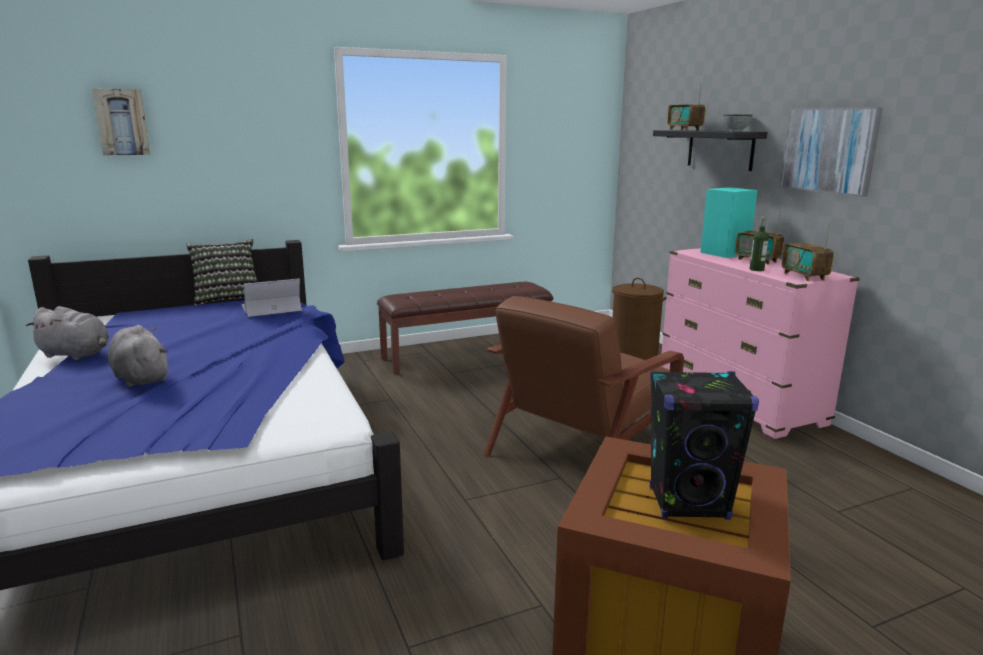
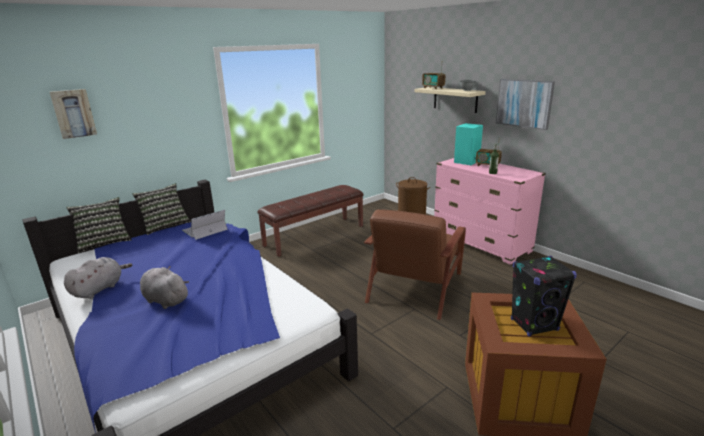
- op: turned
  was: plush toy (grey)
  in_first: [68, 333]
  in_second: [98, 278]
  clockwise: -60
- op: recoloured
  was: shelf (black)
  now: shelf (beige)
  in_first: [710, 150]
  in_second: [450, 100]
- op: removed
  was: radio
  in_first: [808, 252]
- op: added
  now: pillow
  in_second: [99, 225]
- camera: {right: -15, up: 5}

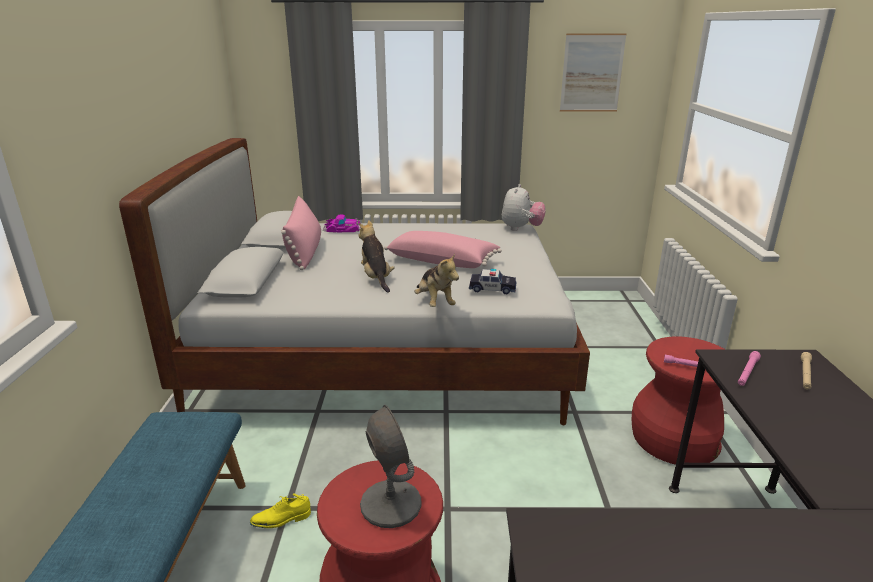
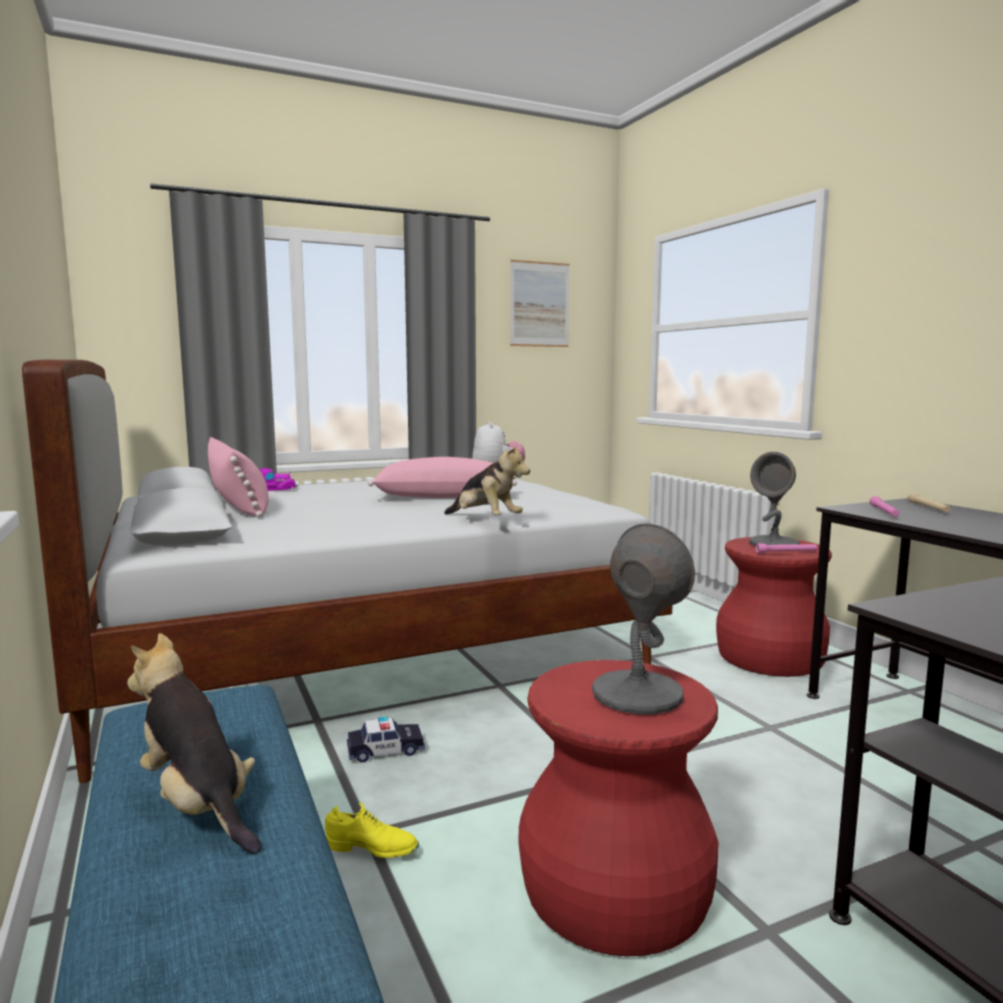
- op: turned
  was: shoe (yellow)
  in_first: [280, 510]
  in_second: [372, 830]
  clockwise: -120
- op: moved
  was: plush toy
  in_first: [376, 256]
  in_second: [194, 743]
- op: moved
  was: toy car
  in_first: [492, 281]
  in_second: [386, 740]
- op: added
  now: table lamp (grey)
  in_second: [774, 499]
- camera: {right: -25, up: -15}

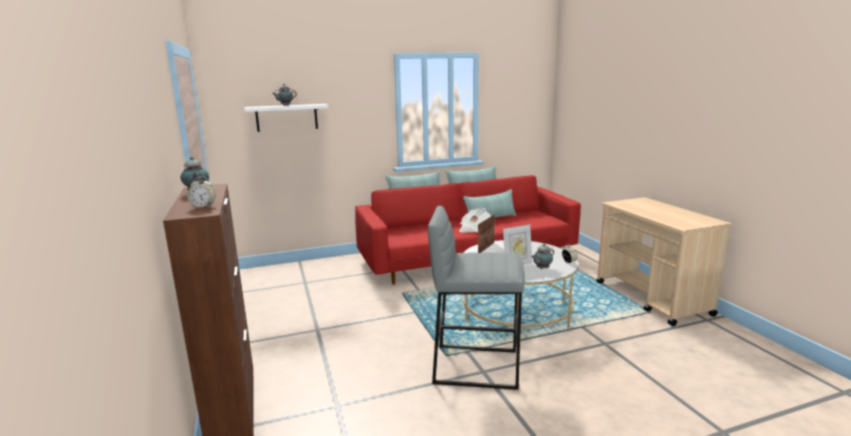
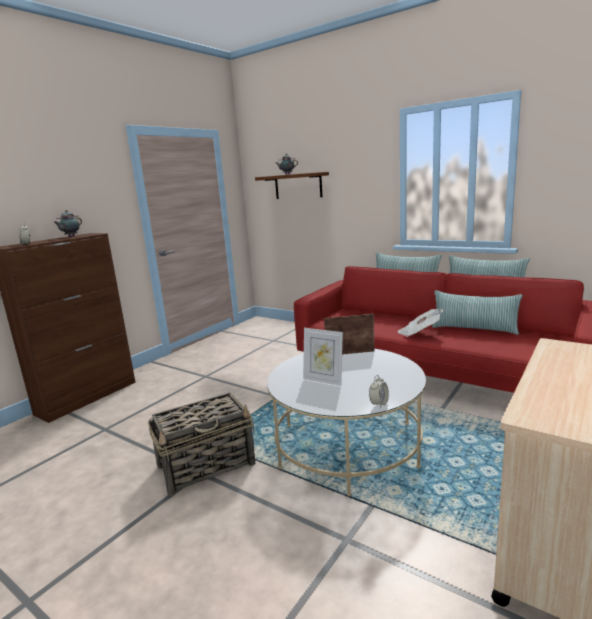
- op: recoloured
  was: shelf (white)
  now: shelf (brown)
  in_first: [286, 118]
  in_second: [292, 185]
- op: replaced
  was: stool (grey)
  now: basket
  in_first: [476, 298]
  in_second: [201, 444]
- op: removed
  was: teapot
  in_first: [542, 256]
- camera: {right: 55, up: 0}

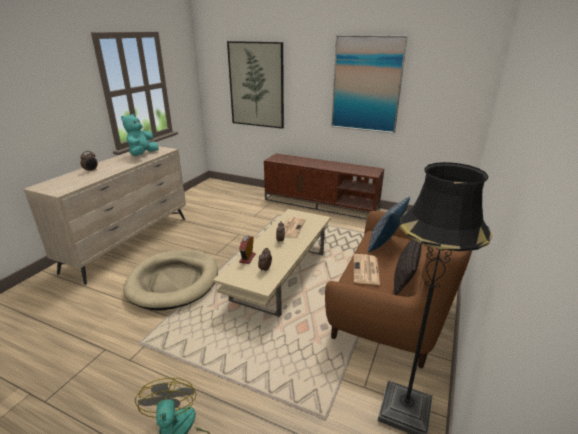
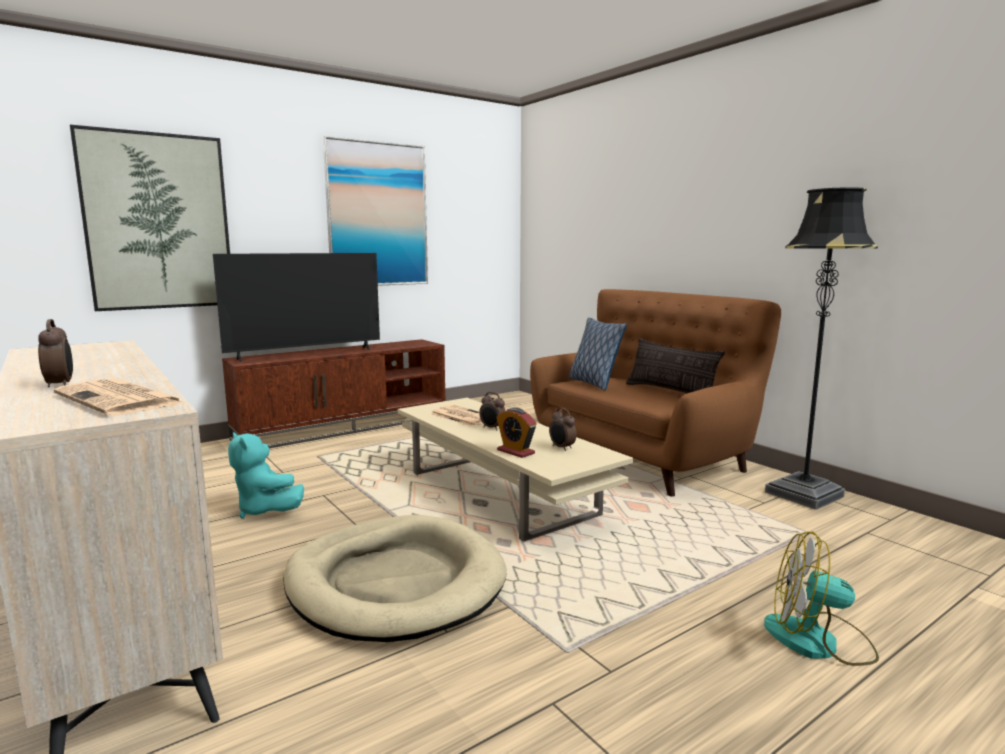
- op: moved
  was: plush toy (turquoise)
  in_first: [140, 135]
  in_second: [266, 475]
- op: moved
  was: newspaper
  in_first: [367, 269]
  in_second: [119, 397]
- op: added
  now: television
  in_second: [296, 307]
- camera: {right: -60, up: -15}

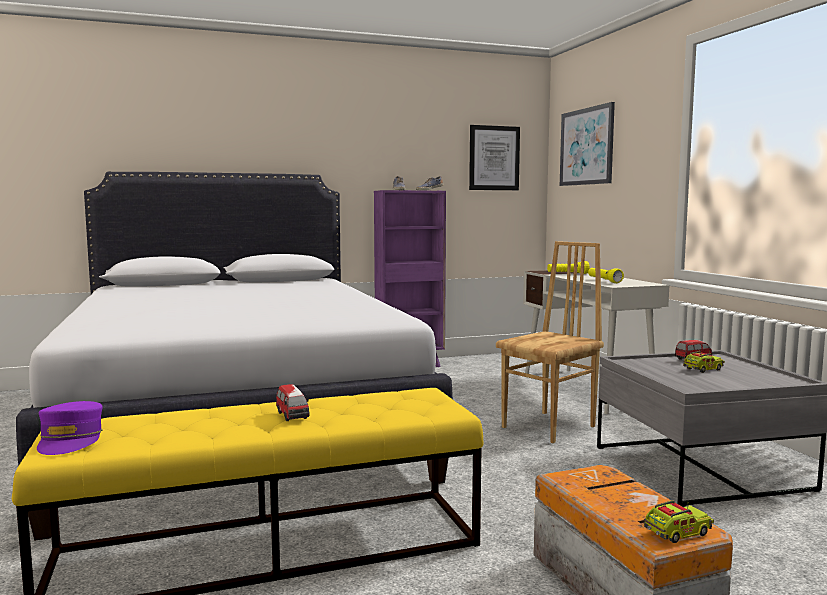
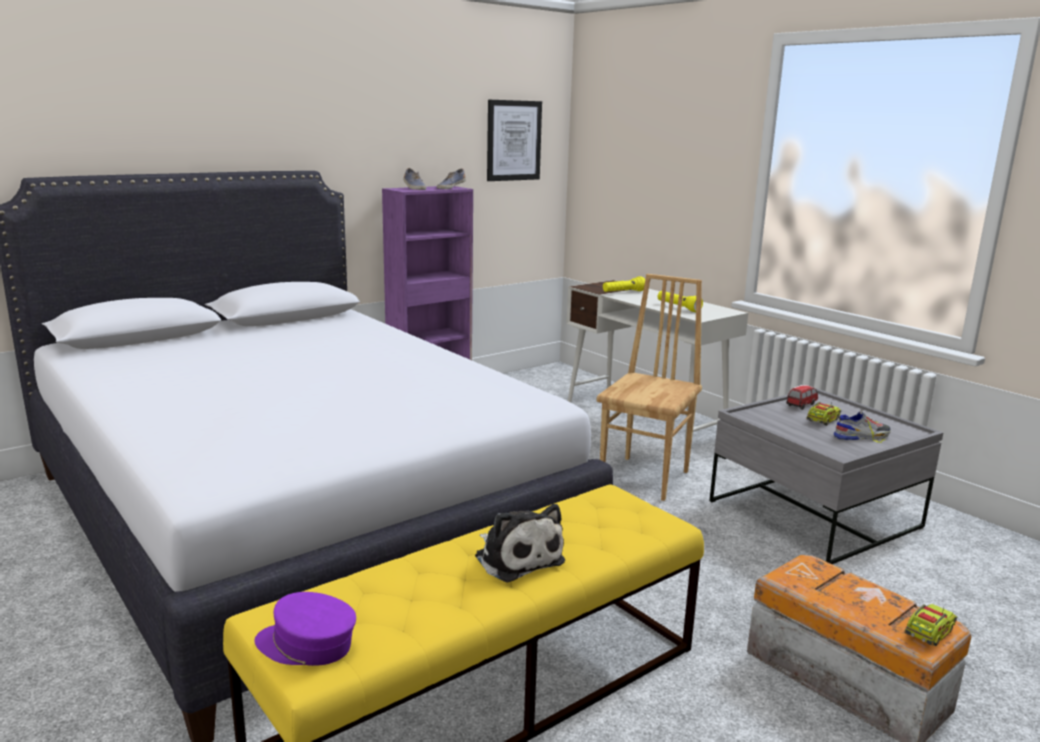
- op: turned
  was: cap (purple)
  in_first: [70, 428]
  in_second: [305, 629]
  clockwise: 135
- op: replaced
  was: toy car
  now: plush toy
  in_first: [293, 402]
  in_second: [520, 543]
- op: removed
  was: picture
  in_first: [587, 144]
- op: added
  now: shoe
  in_second: [862, 427]
- camera: {right: -20, up: 10}

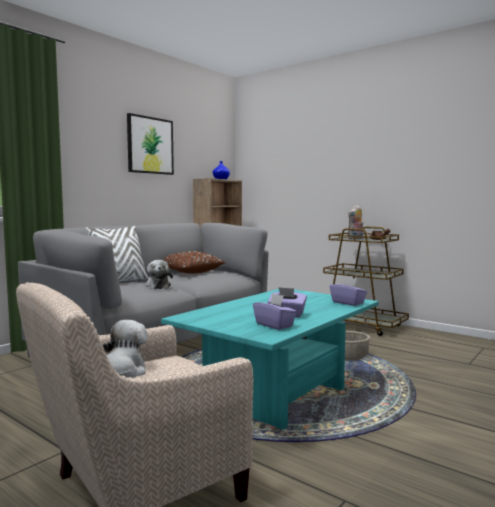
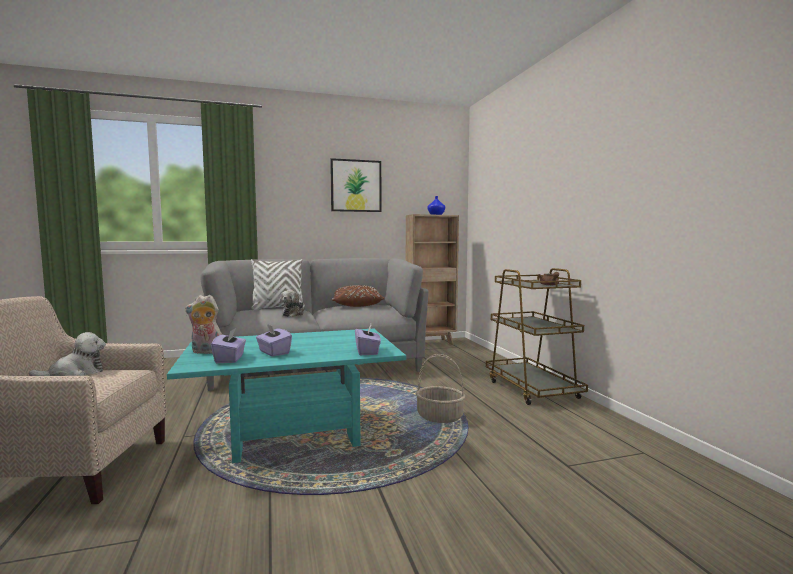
- op: moved
  was: plush toy
  in_first: [355, 222]
  in_second: [203, 324]
- camera: {right: 35, up: 0}

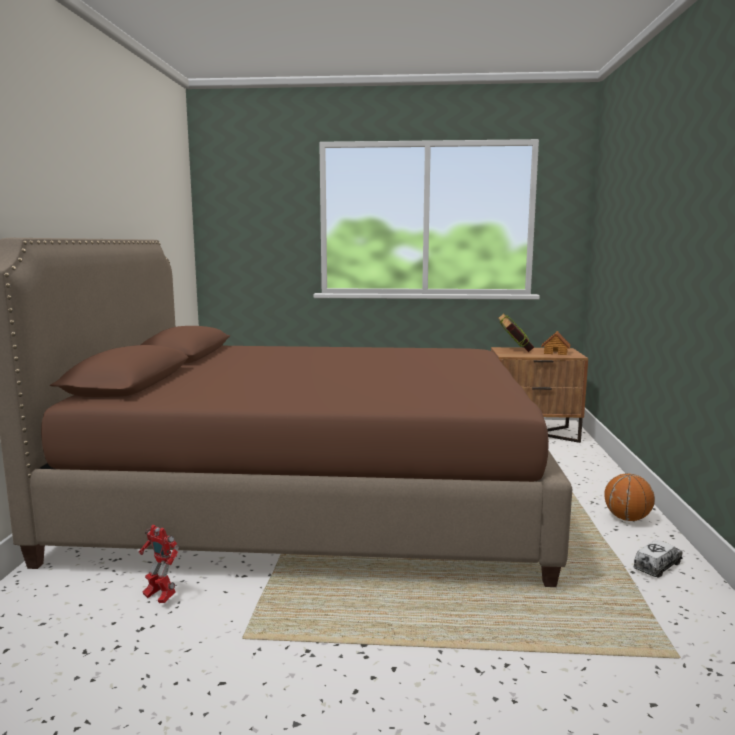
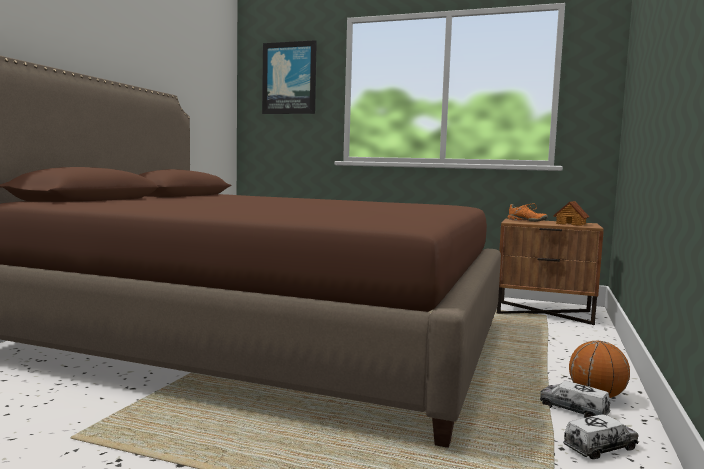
- op: removed
  was: toy robot
  in_first: [159, 564]
- op: replaced
  was: book
  now: shoe (orange)
  in_first: [516, 332]
  in_second: [527, 213]
- op: added
  now: picture
  in_second: [289, 77]
- op: added
  now: toy truck
  in_second: [575, 399]
- camera: {right: 15, up: -5}

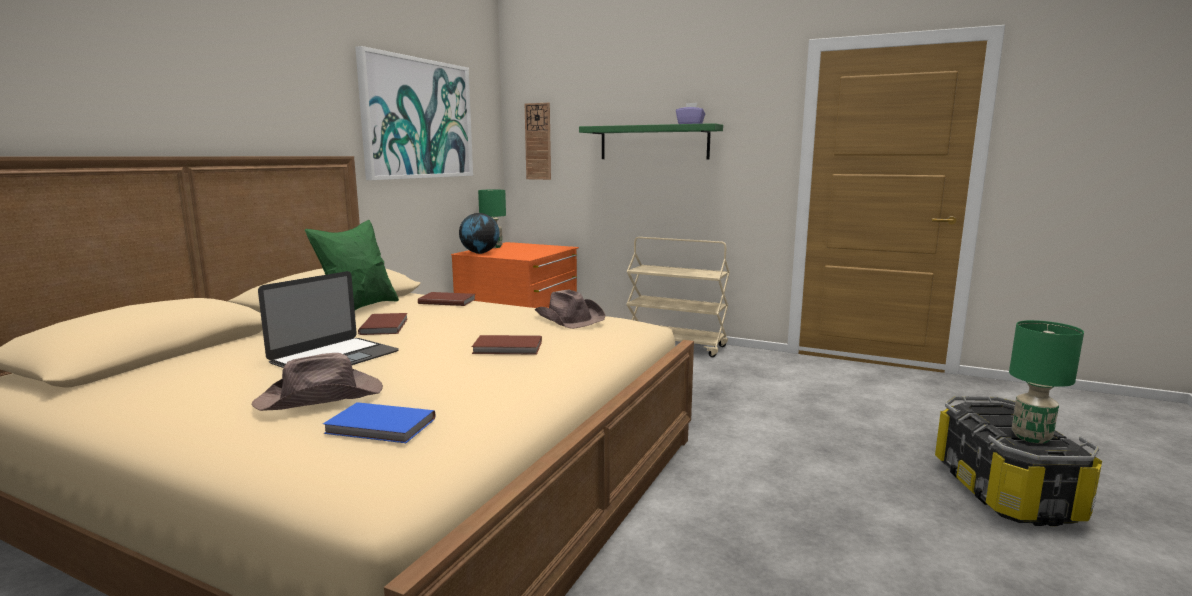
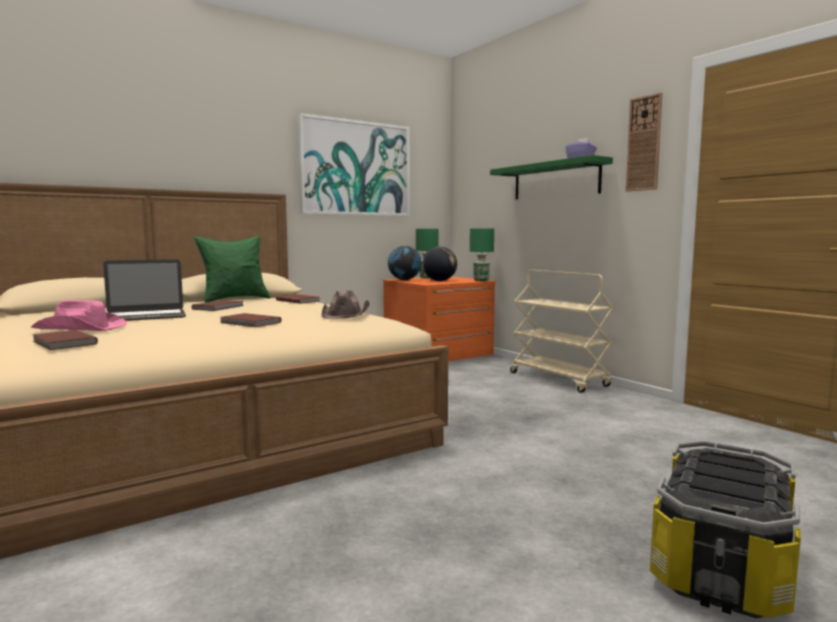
- op: recoloured
  was: hat (brown)
  now: hat (pink)
  in_first: [317, 382]
  in_second: [79, 315]
- op: recoloured
  was: book (blue)
  now: book (brown)
  in_first: [379, 422]
  in_second: [65, 340]
- op: moved
  was: wall clock
  in_first: [538, 141]
  in_second: [644, 142]
- op: moved
  was: table lamp (green)
  in_first: [1046, 382]
  in_second: [482, 254]
- op: added
  now: globe
  in_second: [440, 264]
- camera: {right: 30, up: -5}

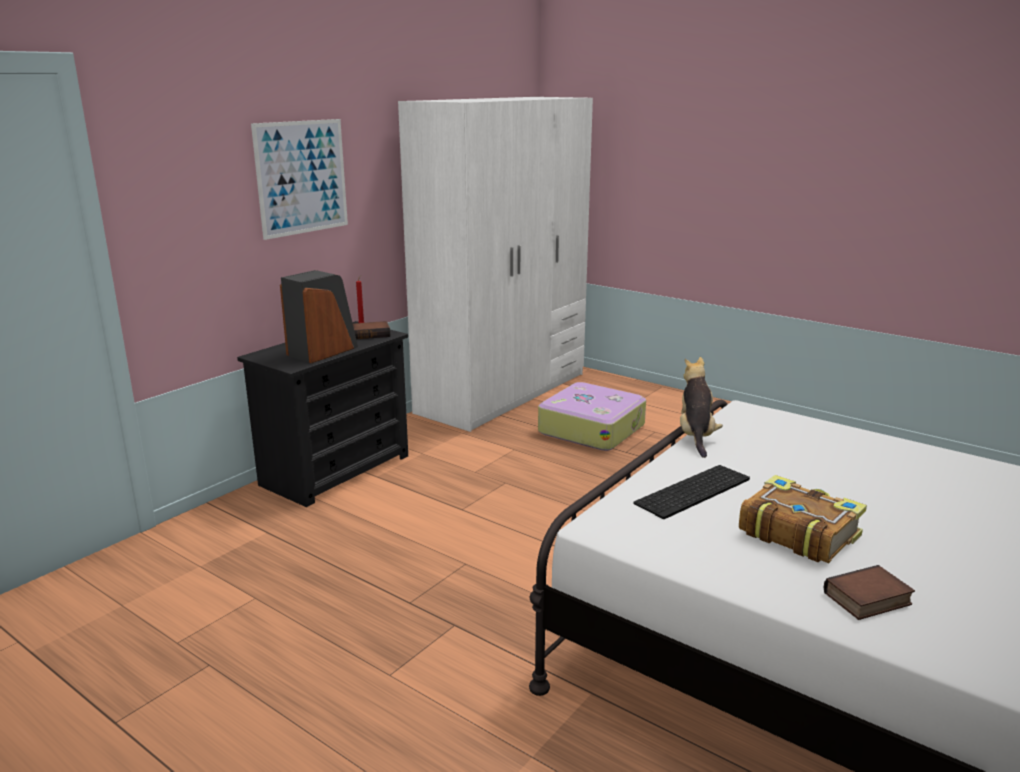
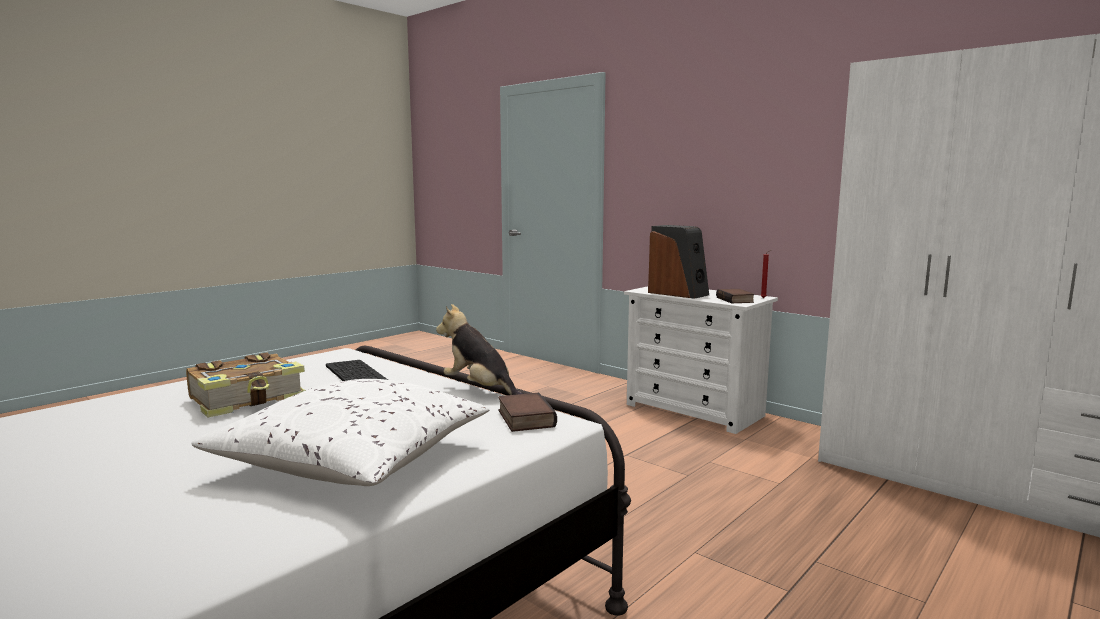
- op: recoloured
  was: dresser (black)
  now: dresser (white)
  in_first: [322, 414]
  in_second: [701, 360]
- op: removed
  was: picture
  in_first: [299, 179]
- op: removed
  was: suitcase
  in_first: [592, 416]
- op: turned
  was: plush toy
  in_first: [701, 407]
  in_second: [479, 349]
  clockwise: -150
- op: moved
  was: book
  in_first: [869, 592]
  in_second: [527, 412]
- op: added
  now: pillow (white)
  in_second: [340, 432]
- camera: {right: 95, up: -10}

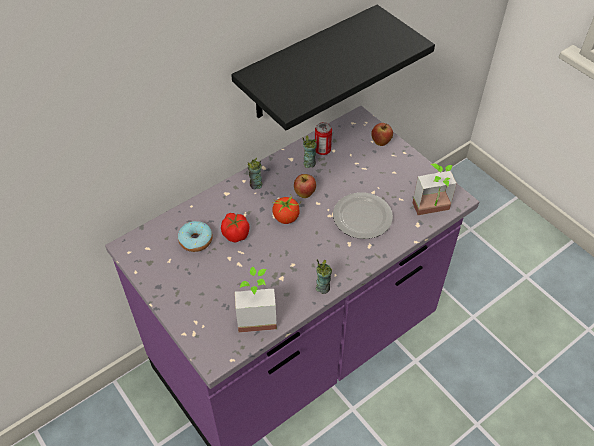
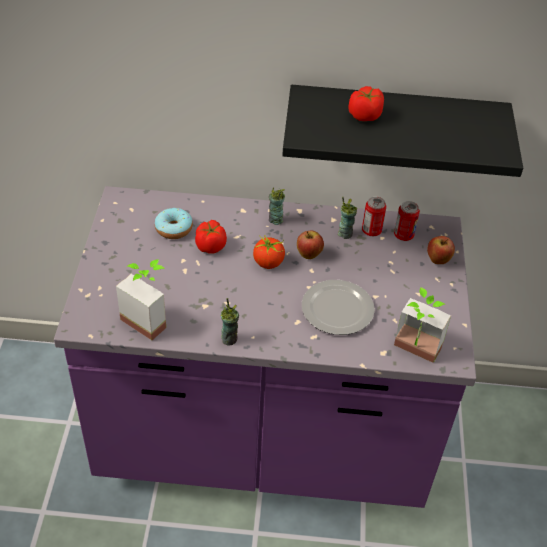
- op: added
  now: tomato
  in_second: [366, 103]
- op: added
  now: can
  in_second: [407, 221]
- camera: {right: 40, up: -5}

